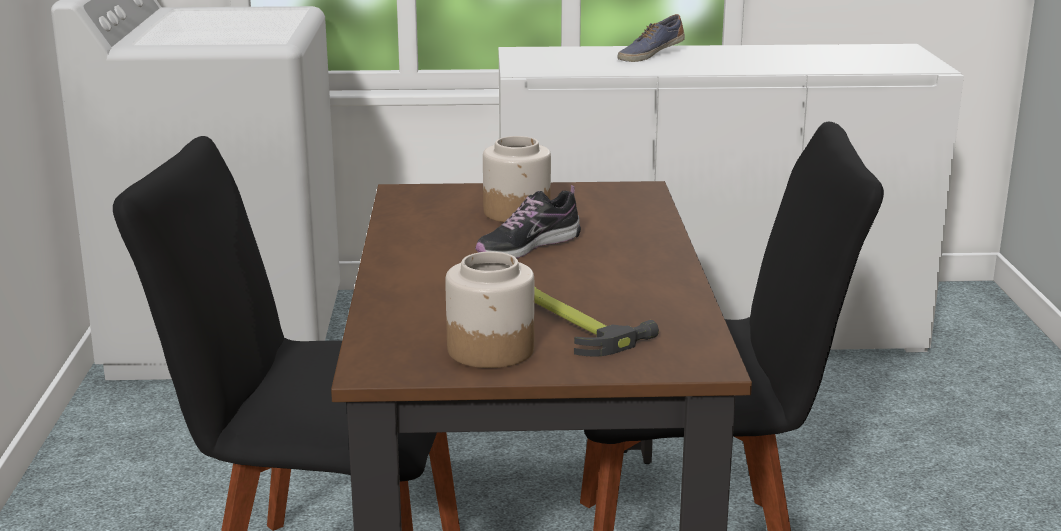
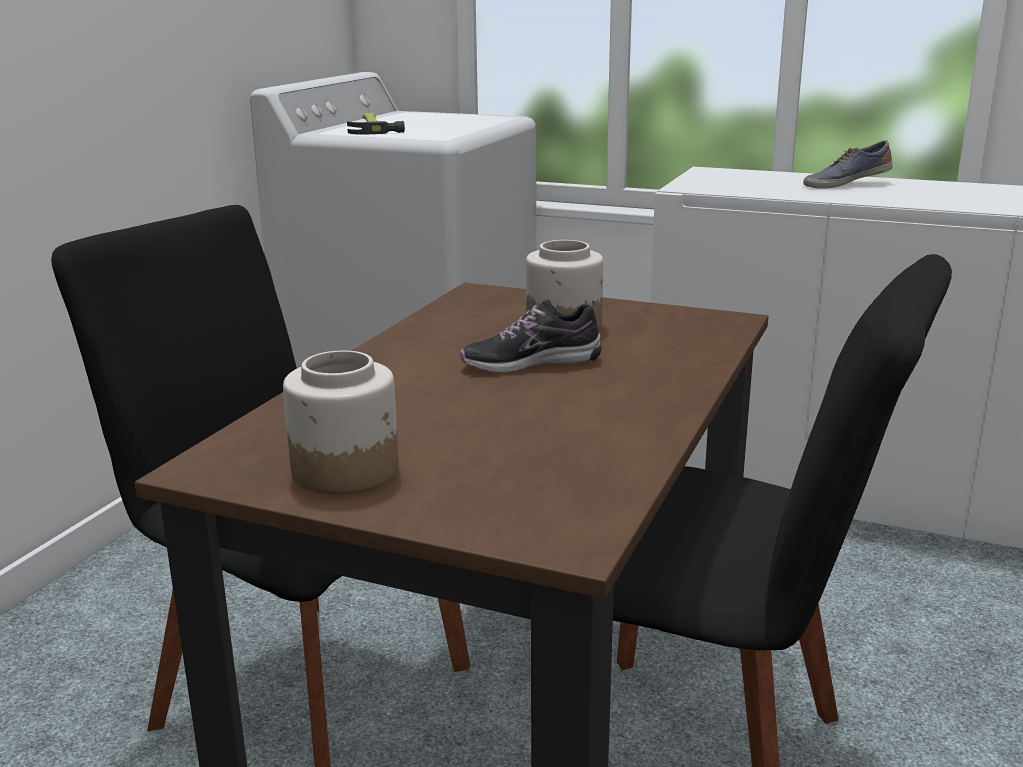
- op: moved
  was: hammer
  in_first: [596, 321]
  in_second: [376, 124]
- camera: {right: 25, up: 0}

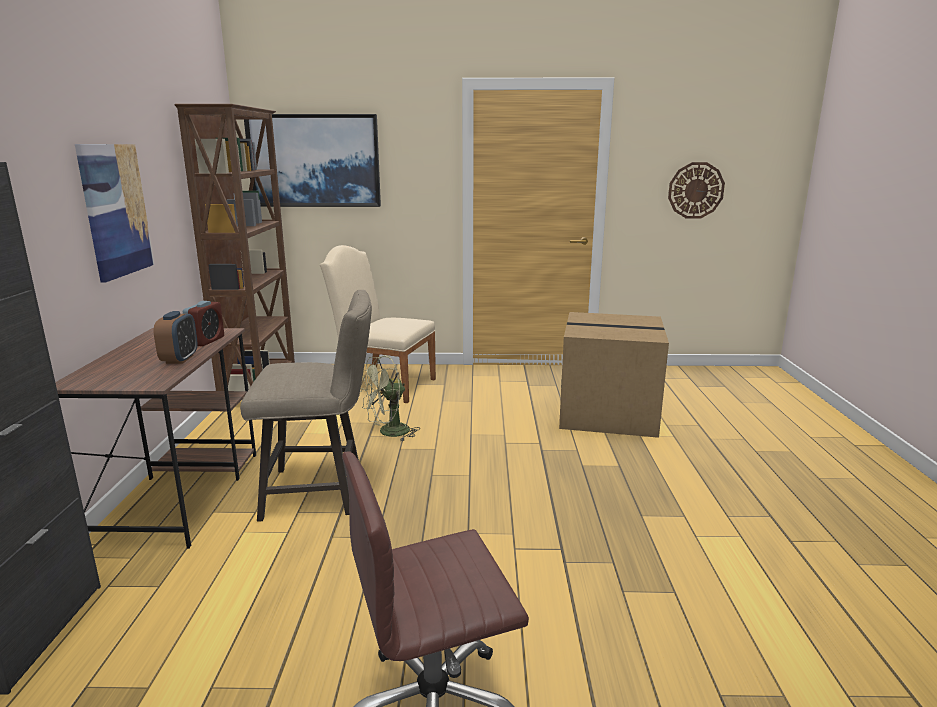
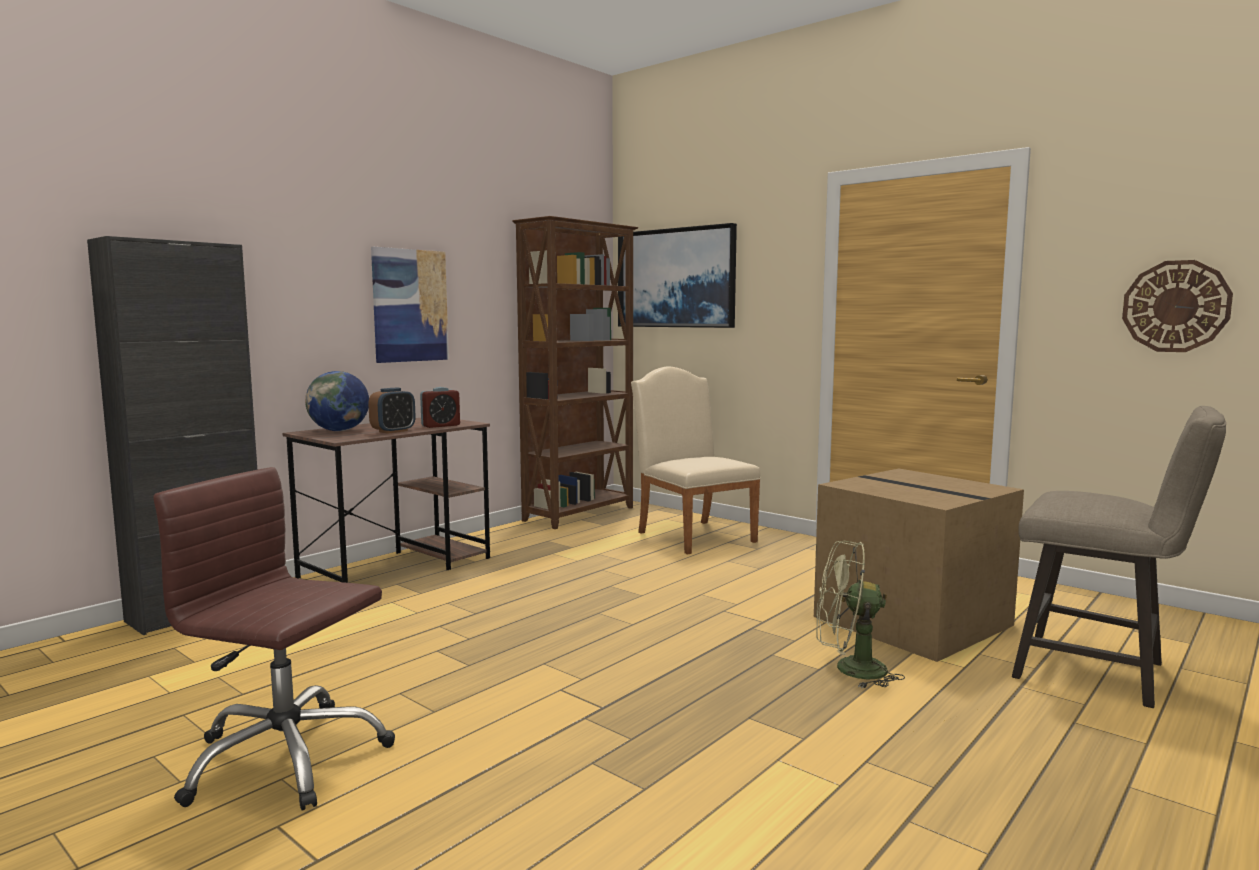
- op: moved
  was: stool (beige)
  in_first: [306, 406]
  in_second: [1119, 557]
- op: moved
  was: fan (green)
  in_first: [390, 398]
  in_second: [860, 614]
- op: added
  now: globe
  in_second: [337, 401]
- camera: {right: 40, up: -10}

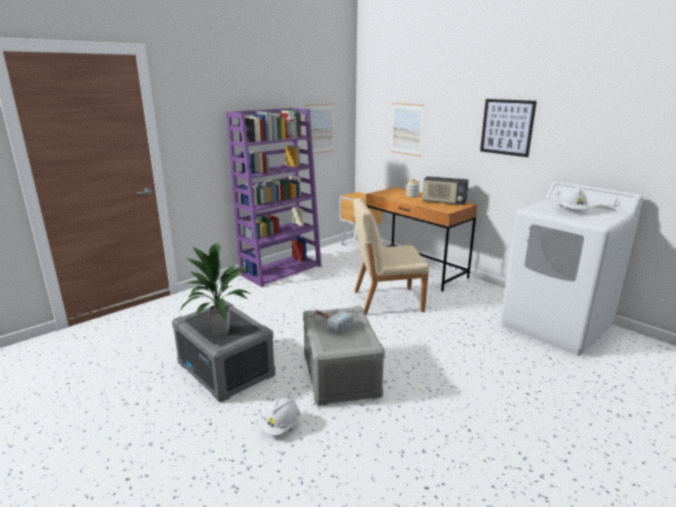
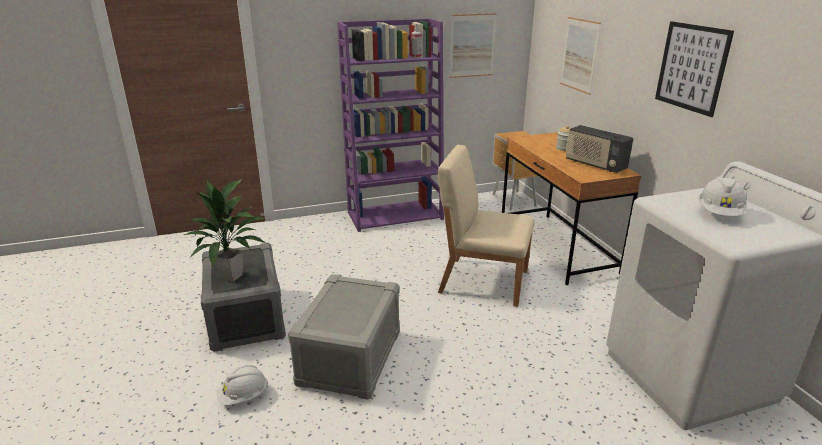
- op: removed
  was: hammer
  in_first: [333, 321]
- camera: {right: 25, up: 5}

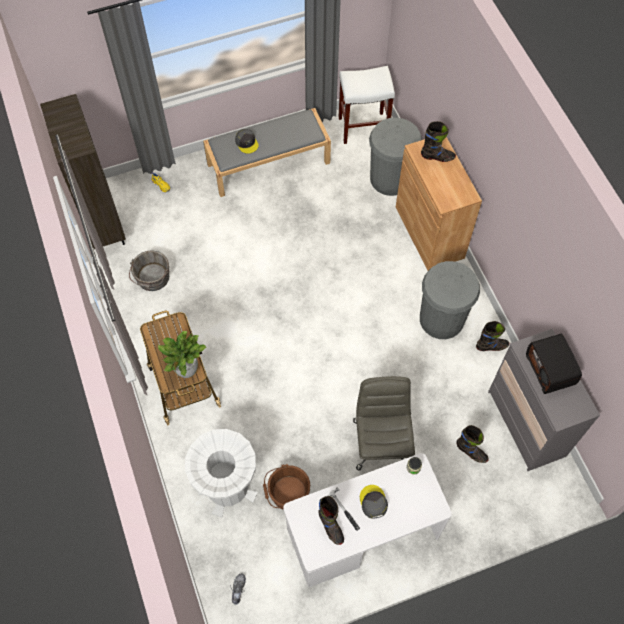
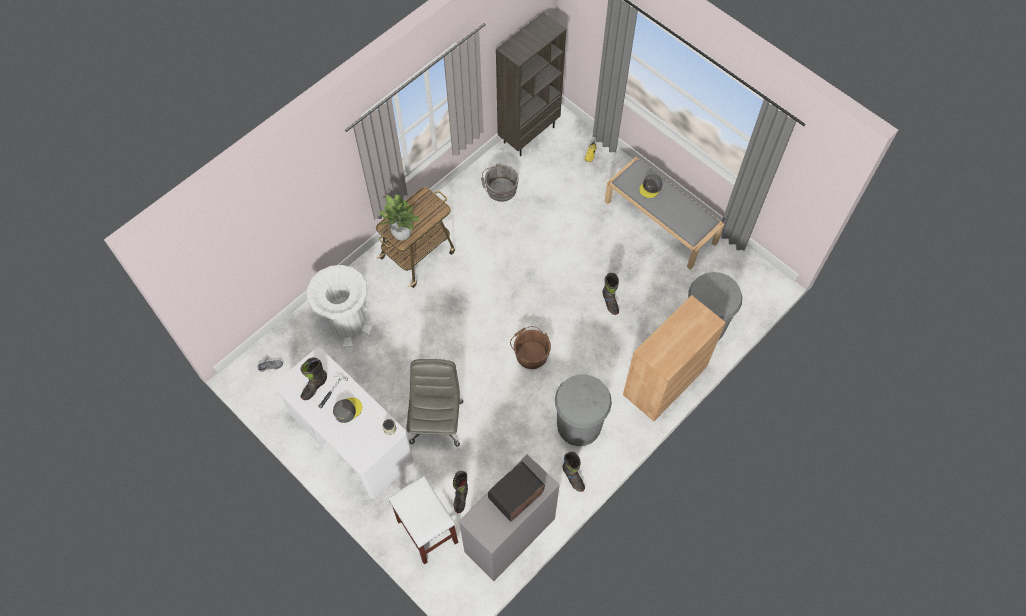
- op: moved
  was: bucket (brown)
  in_first: [286, 487]
  in_second: [530, 347]
- op: moved
  was: stool (white)
  in_first: [367, 105]
  in_second: [423, 520]
- op: turned
  was: office chair (grey)
  in_first: [384, 423]
  in_second: [434, 402]
  clockwise: -60
- op: moved
  was: boot (black)
  in_first: [438, 141]
  in_second: [611, 294]
- camera: {right: 65, up: 0}

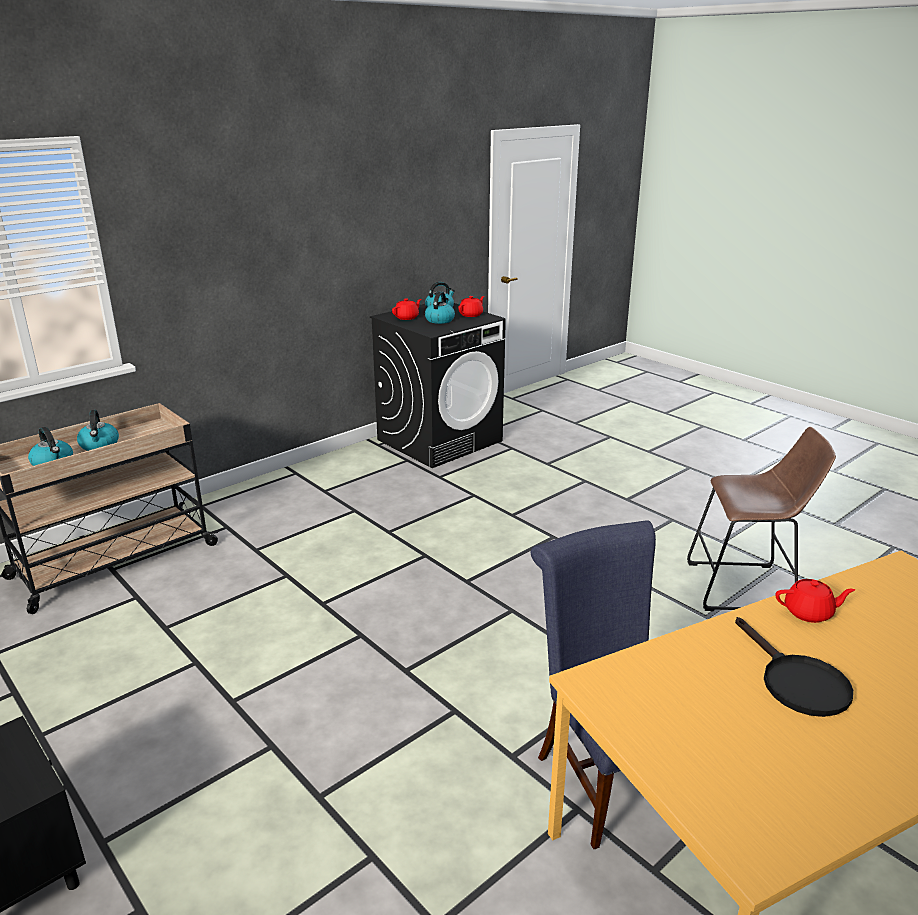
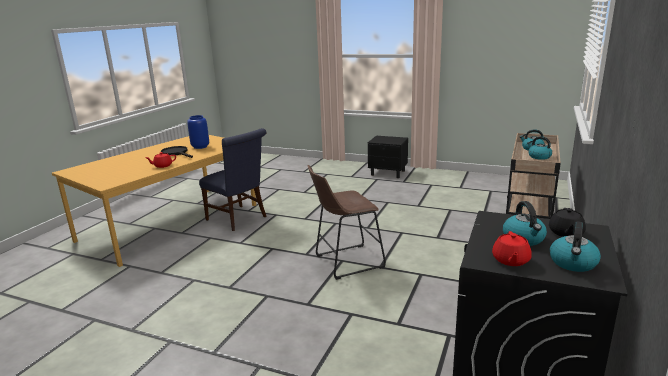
- op: recoloured
  was: teapot (red)
  now: teapot (black)
  in_first: [406, 309]
  in_second: [567, 222]
- op: moved
  was: stool (brown)
  in_first: [761, 519]
  in_second: [347, 222]
- op: added
  now: vase (blue)
  in_second: [198, 132]
- camera: {right: 155, up: -5}

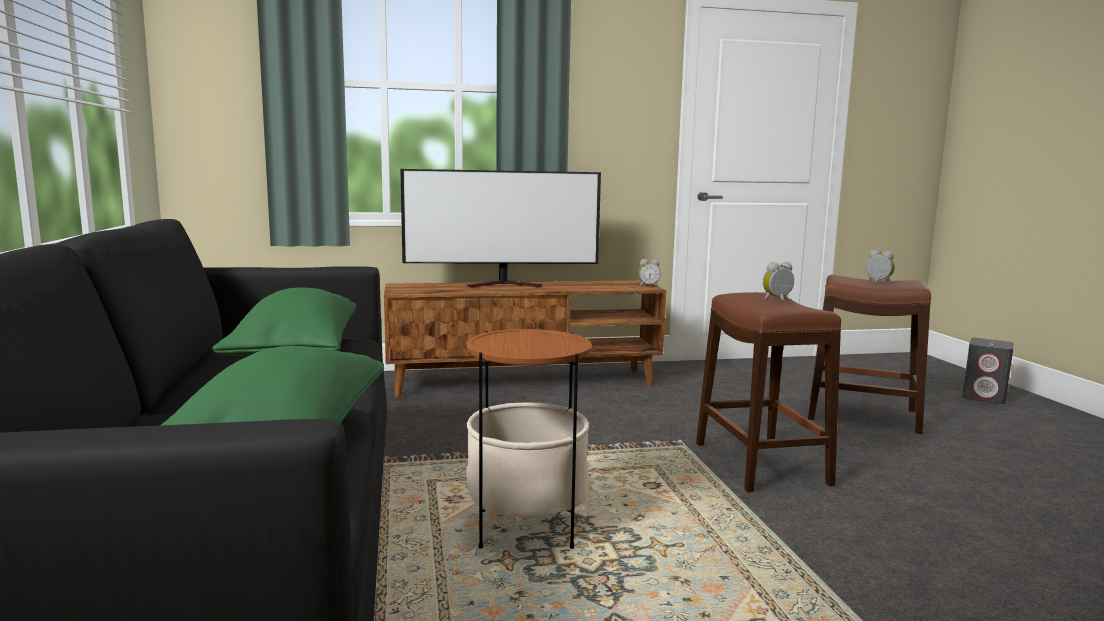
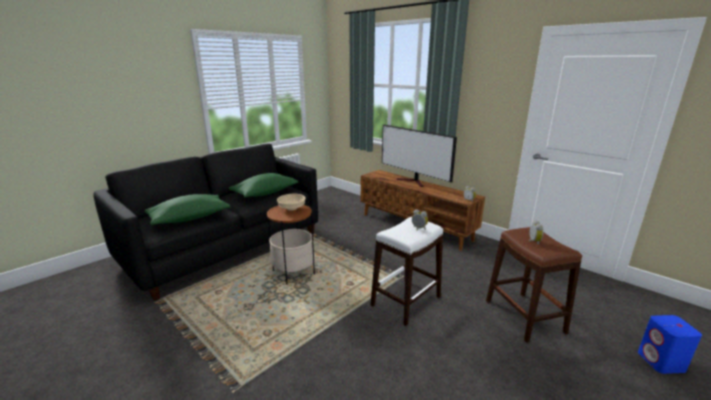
- op: recoloured
  was: stool (brown)
  now: stool (white)
  in_first: [768, 392]
  in_second: [407, 271]
- op: recoloured
  was: speaker (grey)
  now: speaker (blue)
  in_first: [988, 371]
  in_second: [670, 344]
- op: added
  now: bowl (beige)
  in_second: [291, 202]
- camera: {right: 55, up: 10}

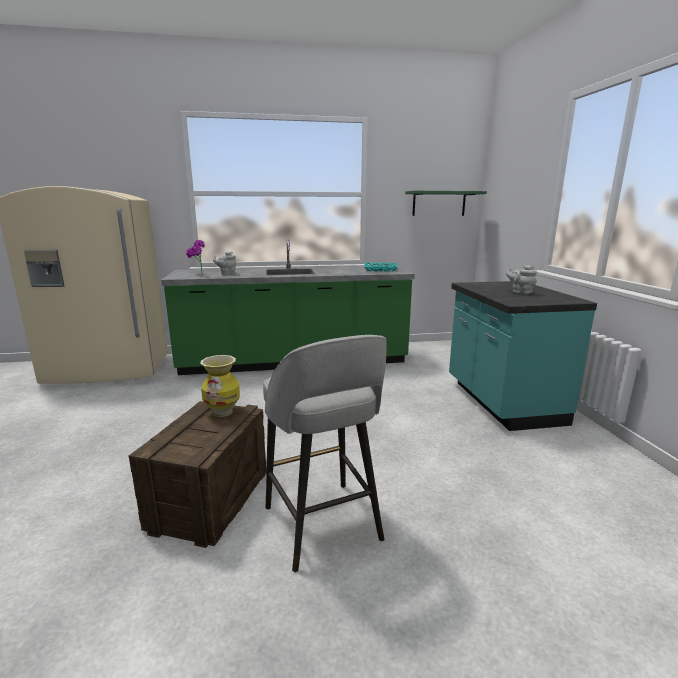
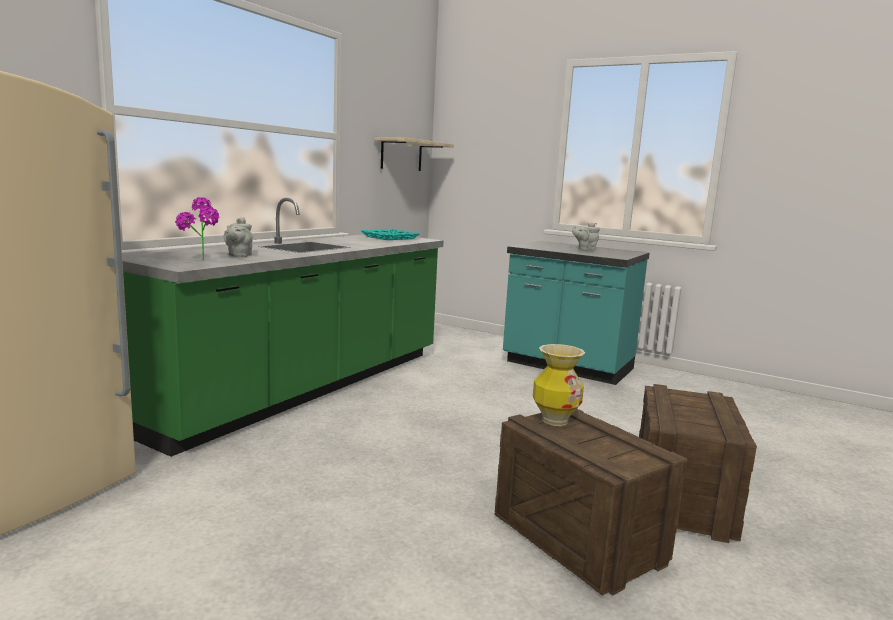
- op: replaced
  was: stool (grey)
  now: crate
  in_first: [325, 453]
  in_second: [698, 463]
- op: recoloured
  was: shelf (green)
  now: shelf (beige)
  in_first: [446, 203]
  in_second: [414, 154]
- camera: {right: -50, up: -5}

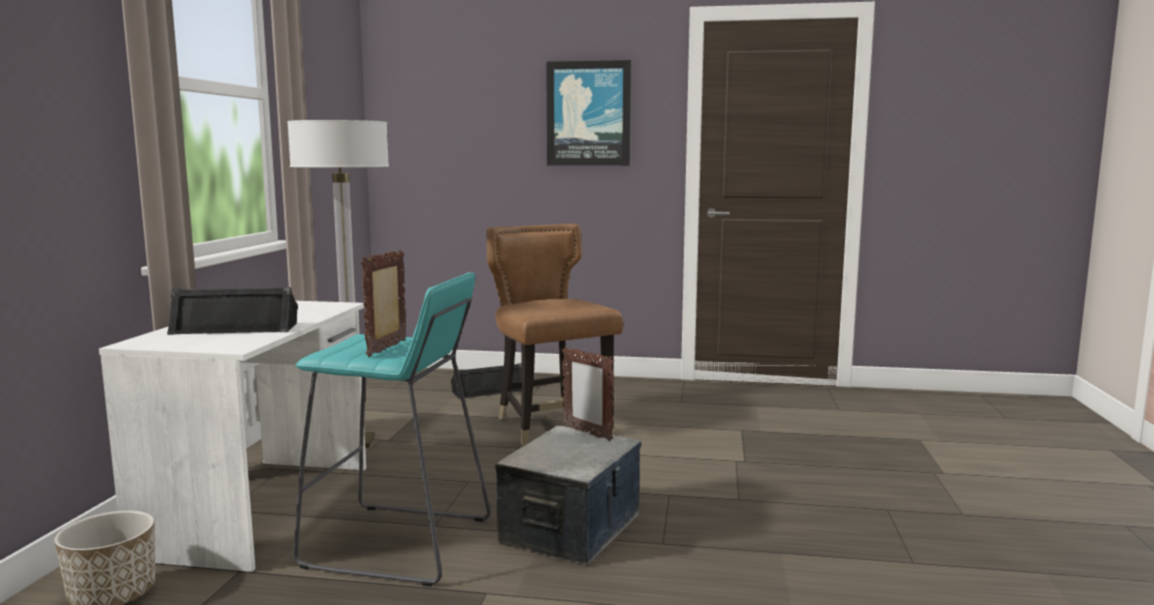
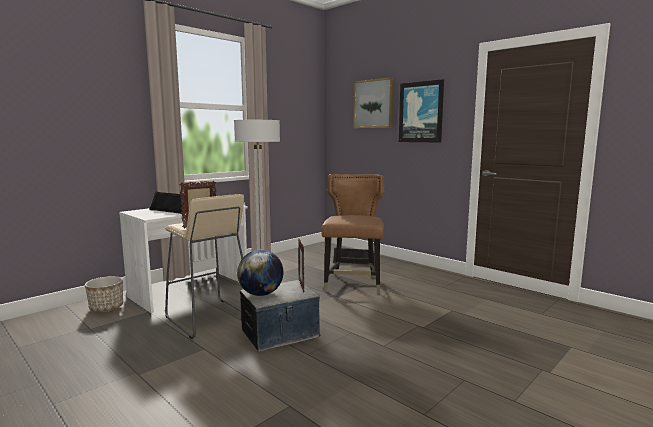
- op: recoloured
  was: stool (turquoise)
  now: stool (beige)
  in_first: [392, 429]
  in_second: [204, 266]
- op: added
  now: globe
  in_second: [260, 273]
- op: added
  now: picture
  in_second: [374, 102]
- camera: {right: 35, up: 0}

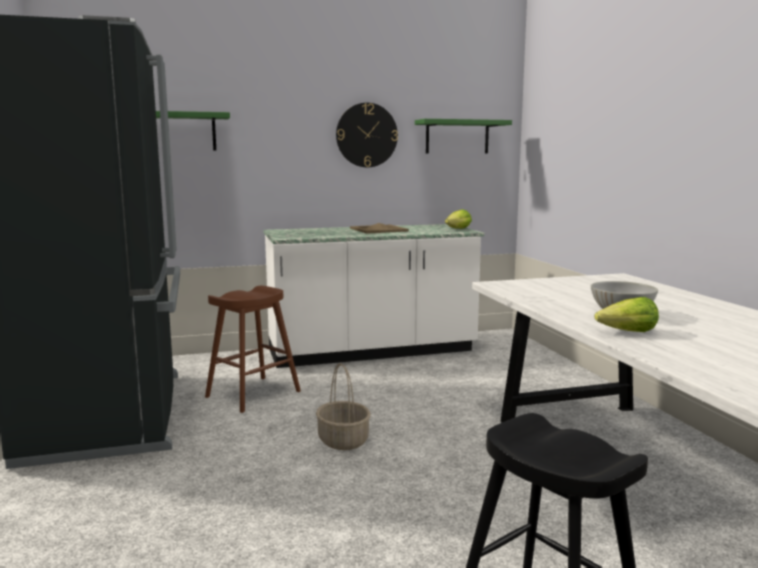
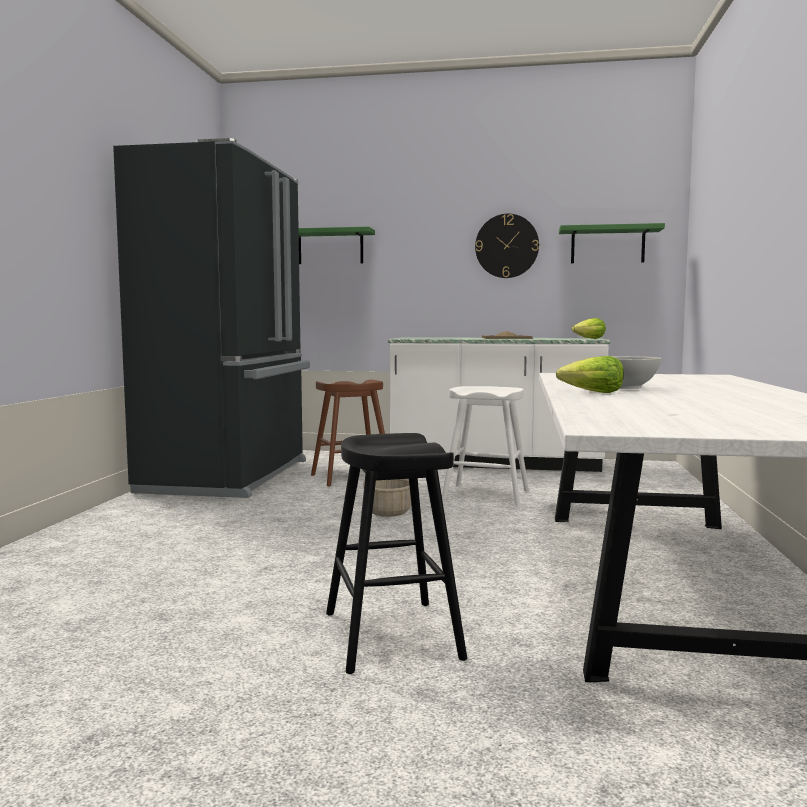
- op: added
  now: stool (white)
  in_second: [485, 446]
- camera: {right: 25, up: -5}

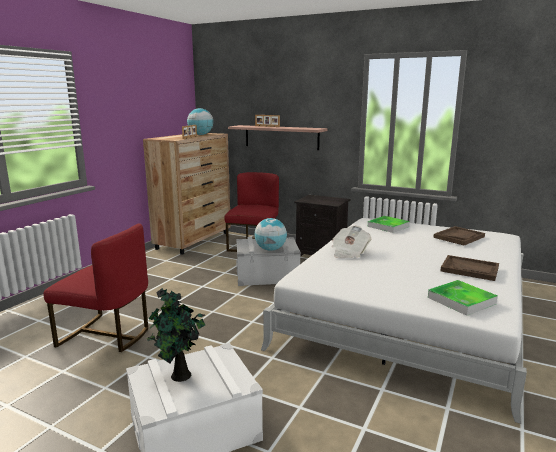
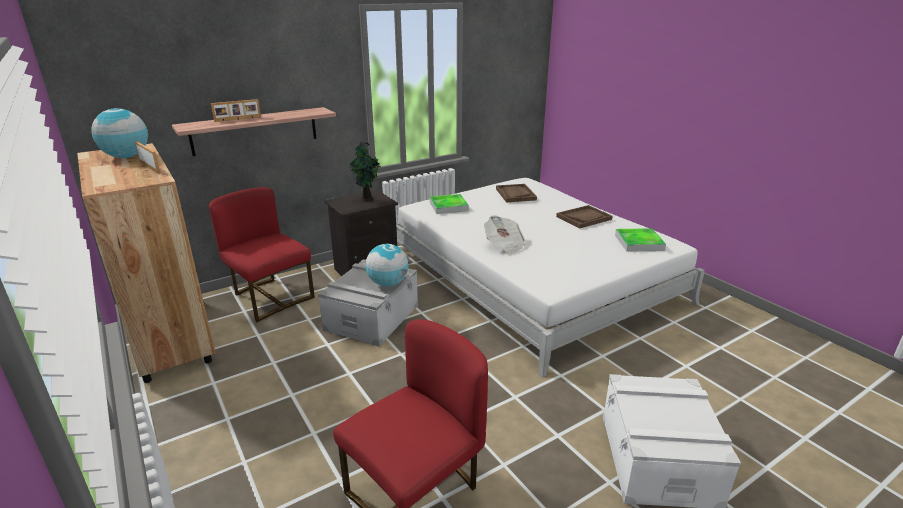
- op: moved
  was: potted plant
  in_first: [176, 335]
  in_second: [365, 171]
- camera: {right: -60, up: 10}

